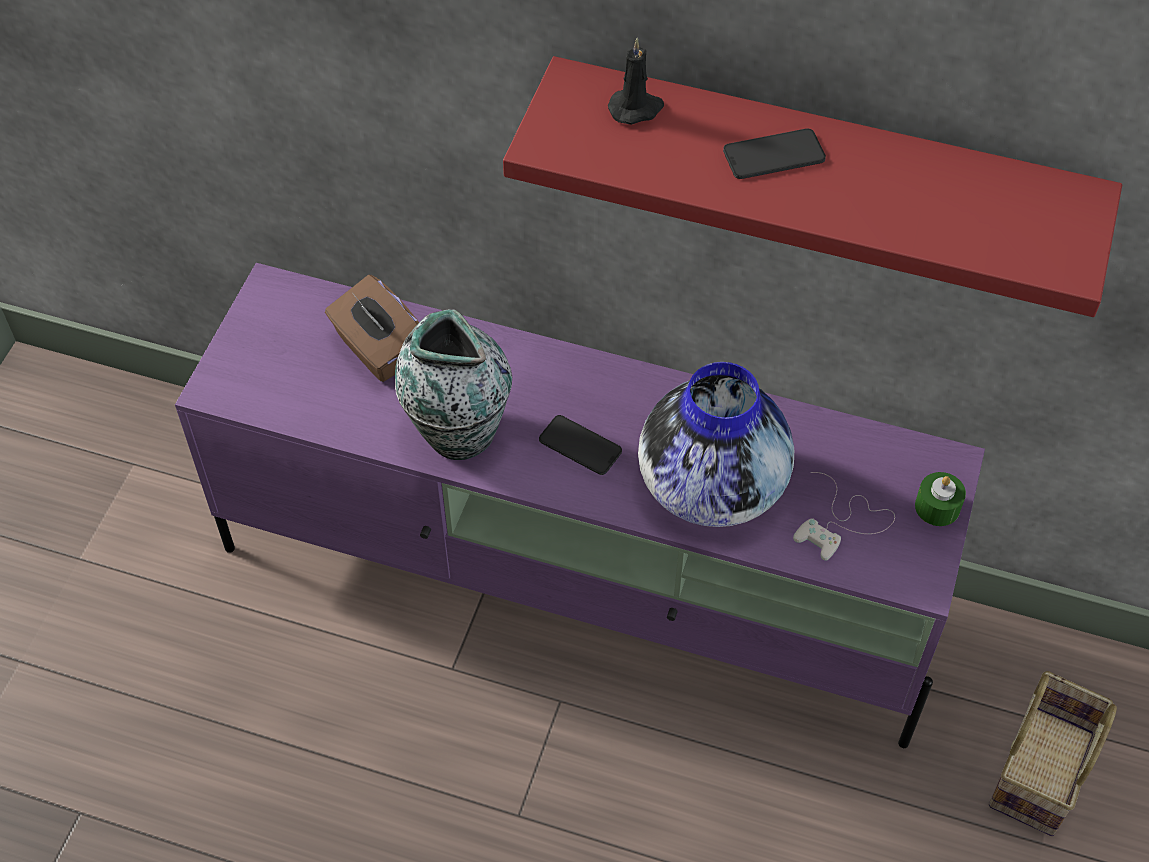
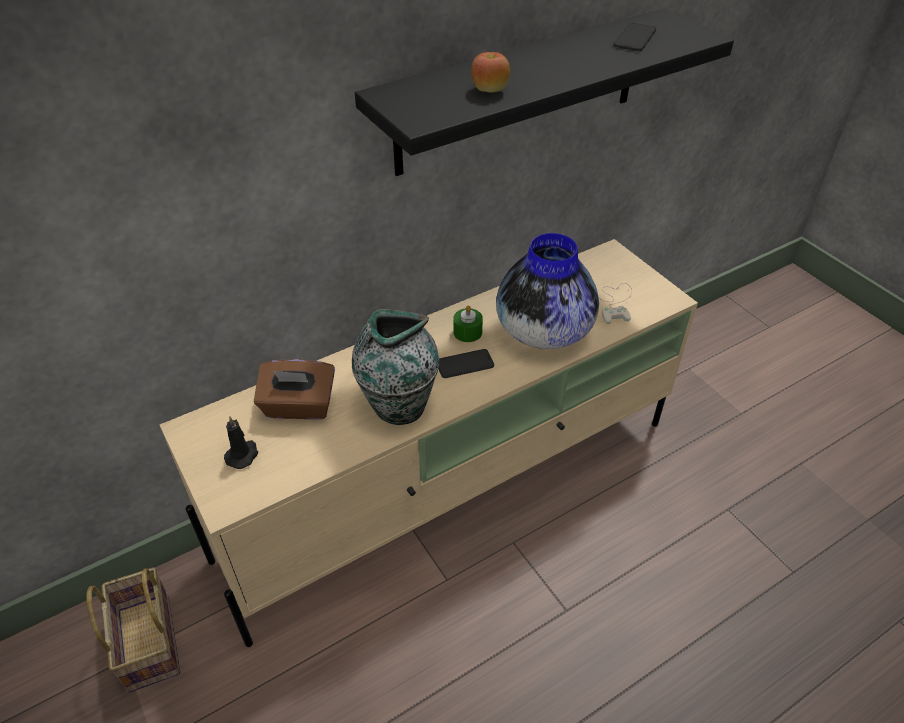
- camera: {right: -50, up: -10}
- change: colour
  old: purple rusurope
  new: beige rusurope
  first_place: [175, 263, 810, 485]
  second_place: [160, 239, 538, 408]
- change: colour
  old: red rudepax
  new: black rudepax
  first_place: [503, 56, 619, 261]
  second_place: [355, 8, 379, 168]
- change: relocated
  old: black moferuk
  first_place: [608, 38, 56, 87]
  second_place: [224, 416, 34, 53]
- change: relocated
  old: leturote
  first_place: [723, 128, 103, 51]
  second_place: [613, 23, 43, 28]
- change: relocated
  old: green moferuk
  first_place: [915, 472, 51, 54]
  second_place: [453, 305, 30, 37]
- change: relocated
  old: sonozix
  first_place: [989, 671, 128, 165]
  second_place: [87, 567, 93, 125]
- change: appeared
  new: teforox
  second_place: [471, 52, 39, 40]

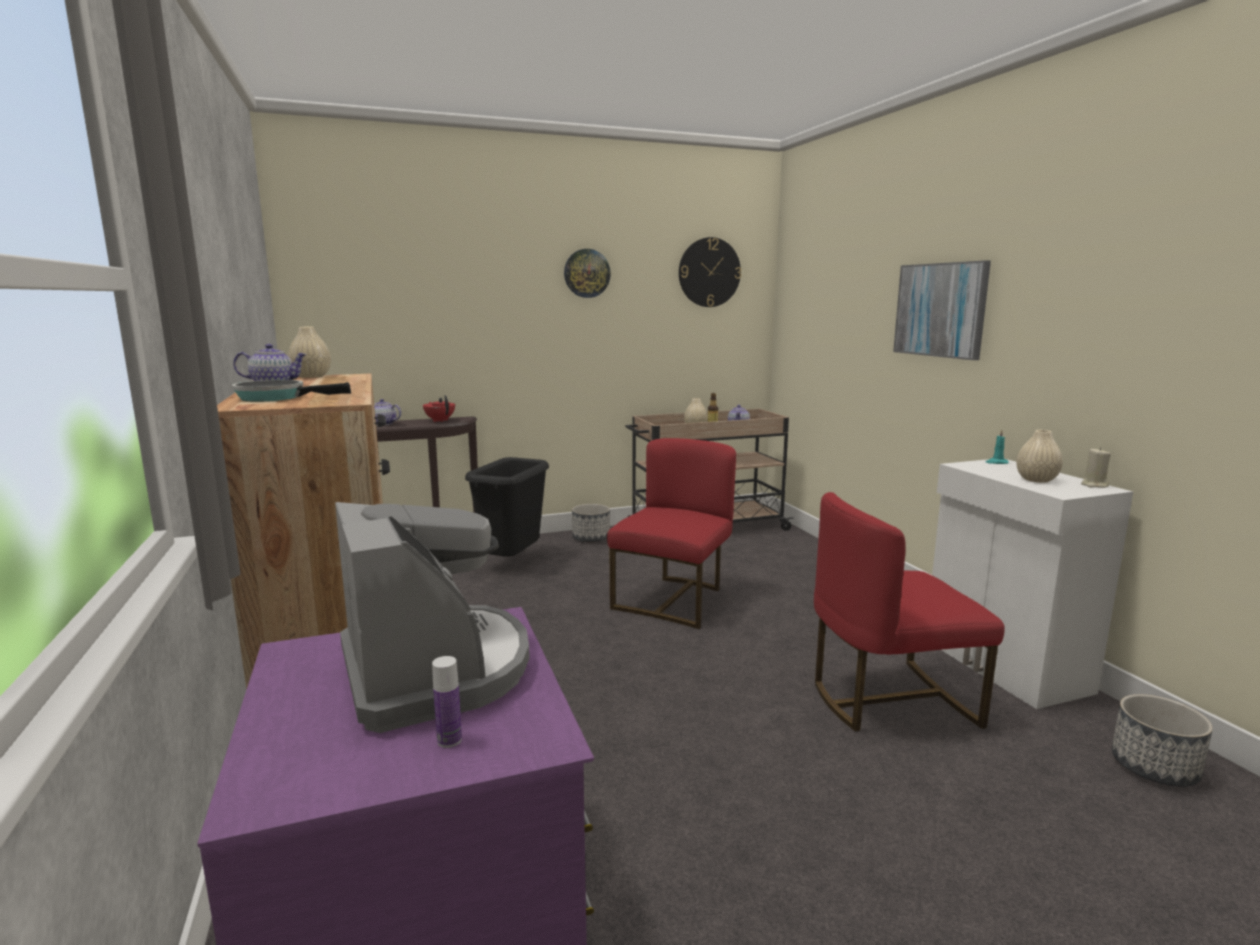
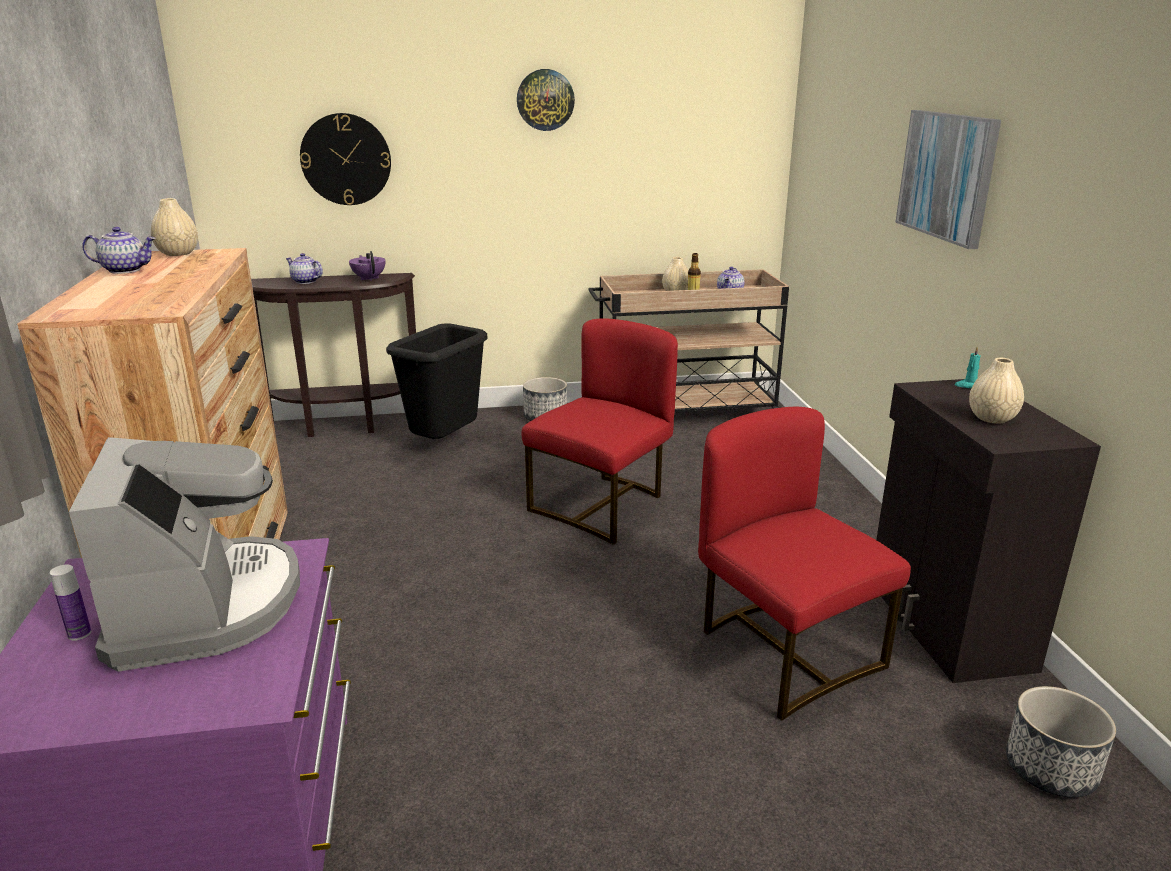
- camera: {right: 10, up: 10}
- change: missing
  old: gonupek
  first_place: [232, 380, 119, 22]
- change: colour
  old: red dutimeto
  new: purple dutimeto
  first_place: [423, 395, 32, 27]
  second_place: [349, 251, 37, 30]
- change: relocated
  old: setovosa
  first_place: [432, 656, 30, 92]
  second_place: [50, 564, 41, 77]
- change: relocated
  old: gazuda
  first_place: [679, 237, 62, 70]
  second_place: [300, 113, 91, 92]
- change: spun
  old: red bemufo
  first_place: [814, 492, 191, 240]
  second_place: [698, 407, 213, 314]
  degrees: 60
- change: colour
  old: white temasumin
  new: black temasumin
  first_place: [932, 459, 201, 250]
  second_place: [876, 379, 225, 304]
- change: missing
  old: beige moferuk
  first_place: [1081, 447, 30, 41]

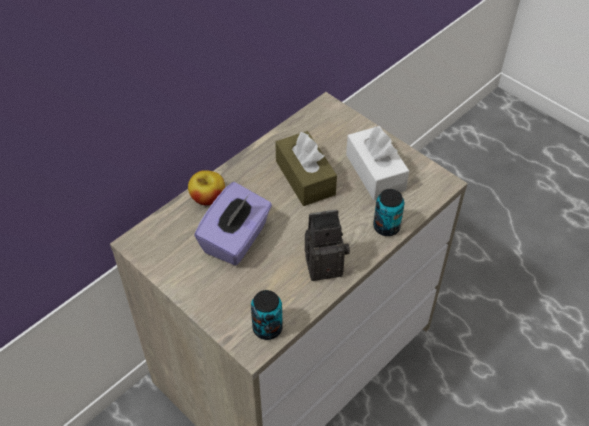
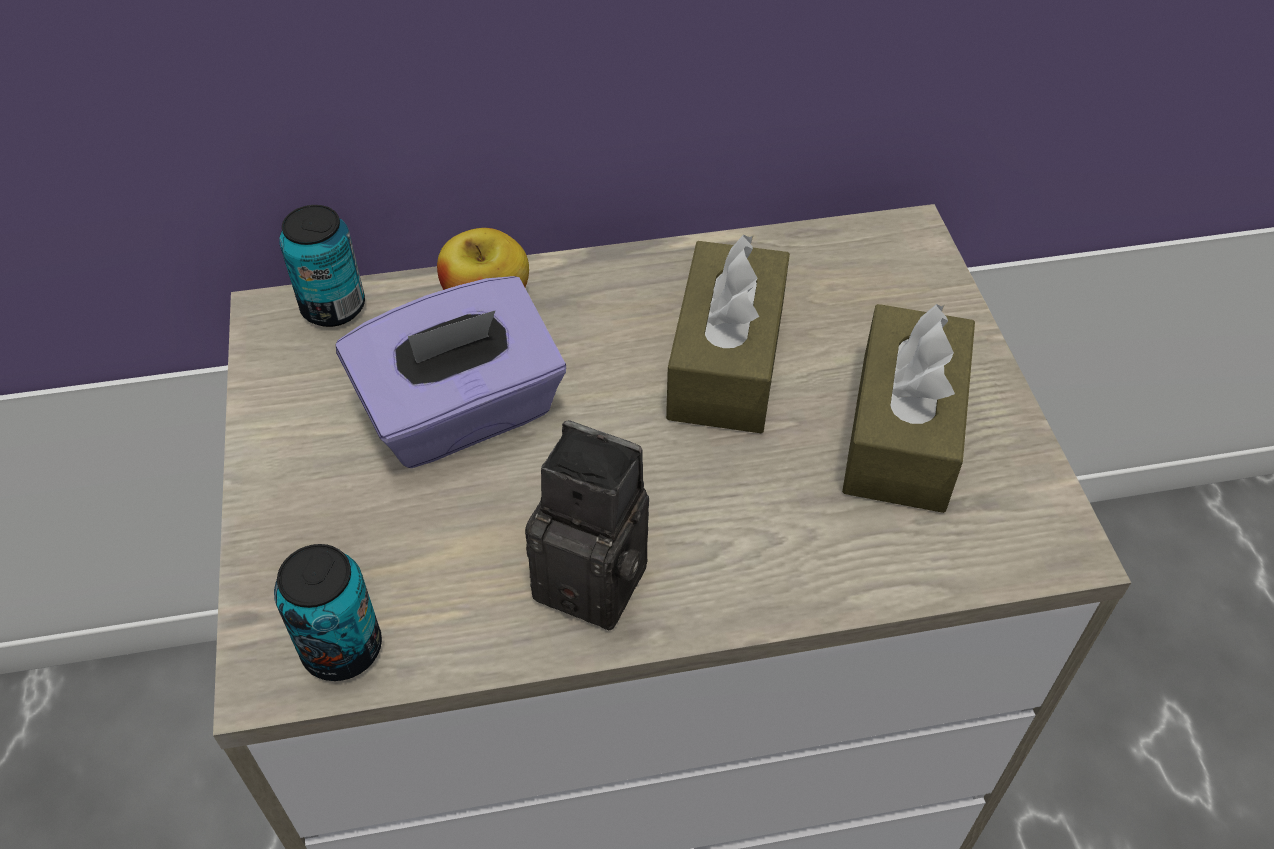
- camera: {right: 35, up: 0}
- change: colour
  old: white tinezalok
  new: brown tinezalok
  first_place: [346, 125, 63, 75]
  second_place: [842, 304, 133, 209]
- change: relocated
  old: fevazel
  first_place: [373, 189, 31, 47]
  second_place: [279, 205, 86, 122]

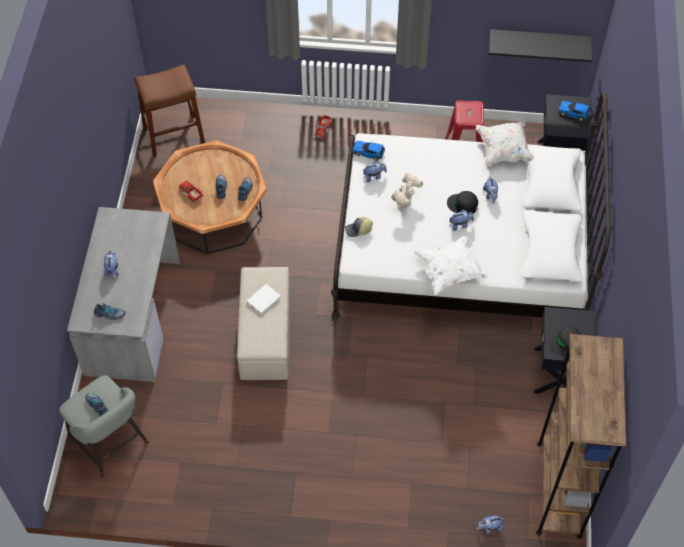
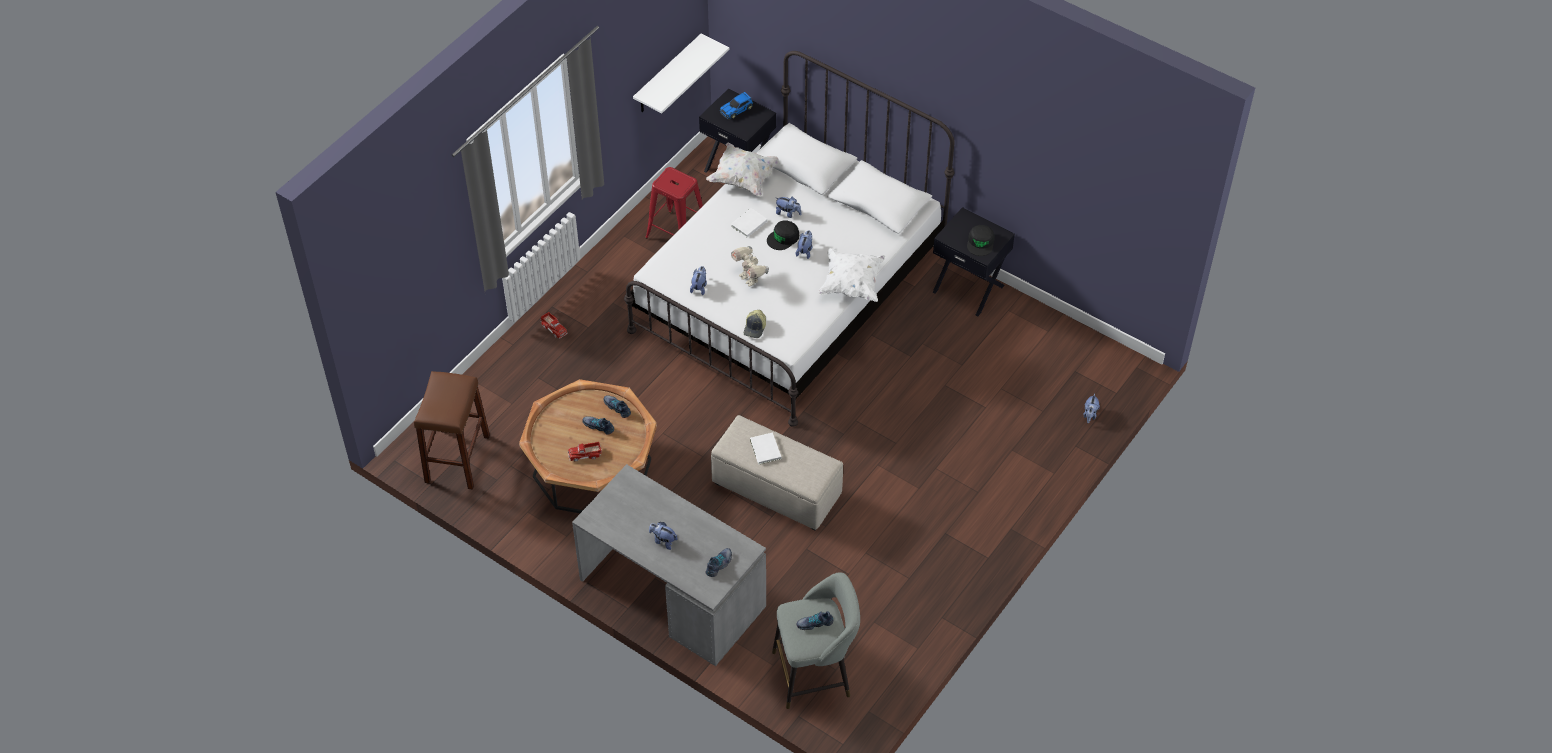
- camera: {right: -60, up: -5}
- change: missing
  old: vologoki
  first_place: [353, 141, 32, 20]
- change: colour
  old: black rudepax
  new: white rudepax
  first_place: [489, 29, 103, 33]
  second_place: [633, 33, 97, 80]
- change: missing
  old: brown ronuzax
  first_place: [536, 334, 90, 205]
- change: appeared
  new: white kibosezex
  second_place: [731, 208, 36, 29]

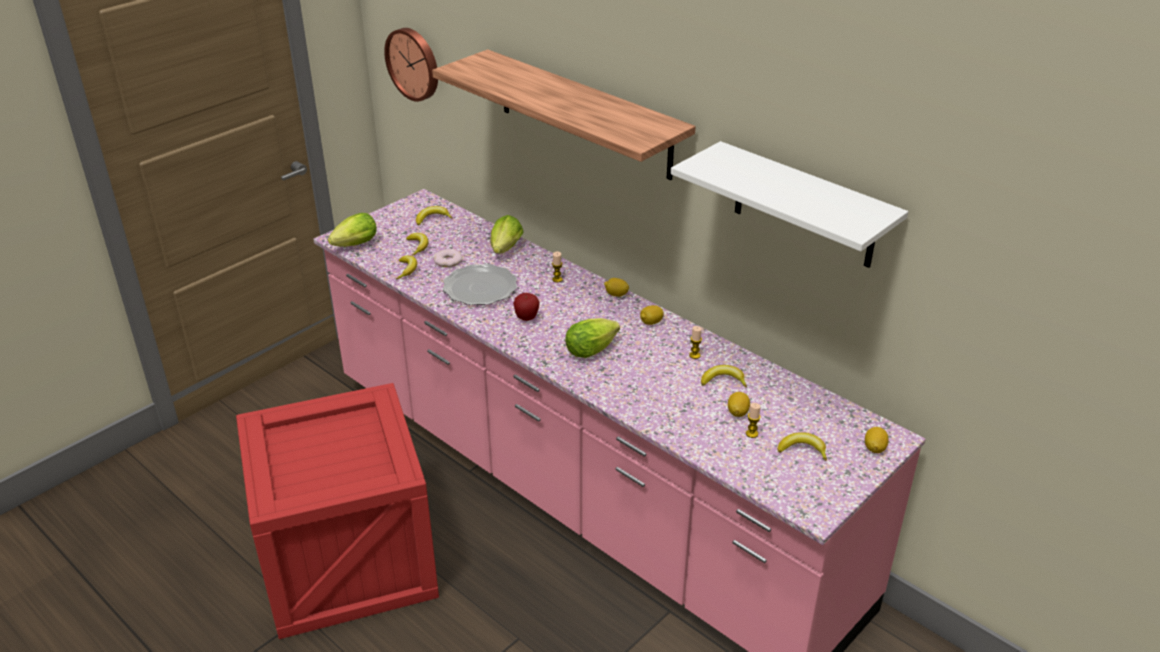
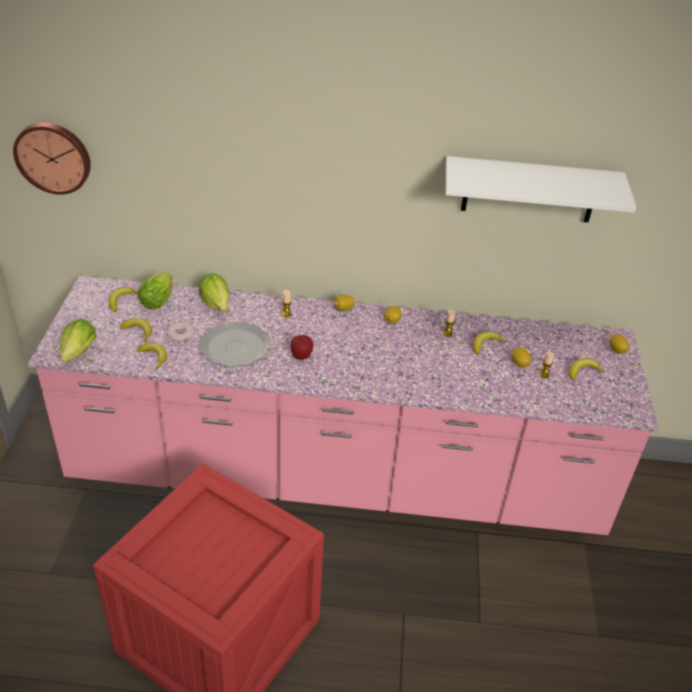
- camera: {right: -40, up: 5}
- change: missing
  old: rudepax
  first_place: [432, 49, 264, 131]
- change: relocated
  old: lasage
  first_place: [565, 318, 55, 40]
  second_place: [137, 272, 35, 37]

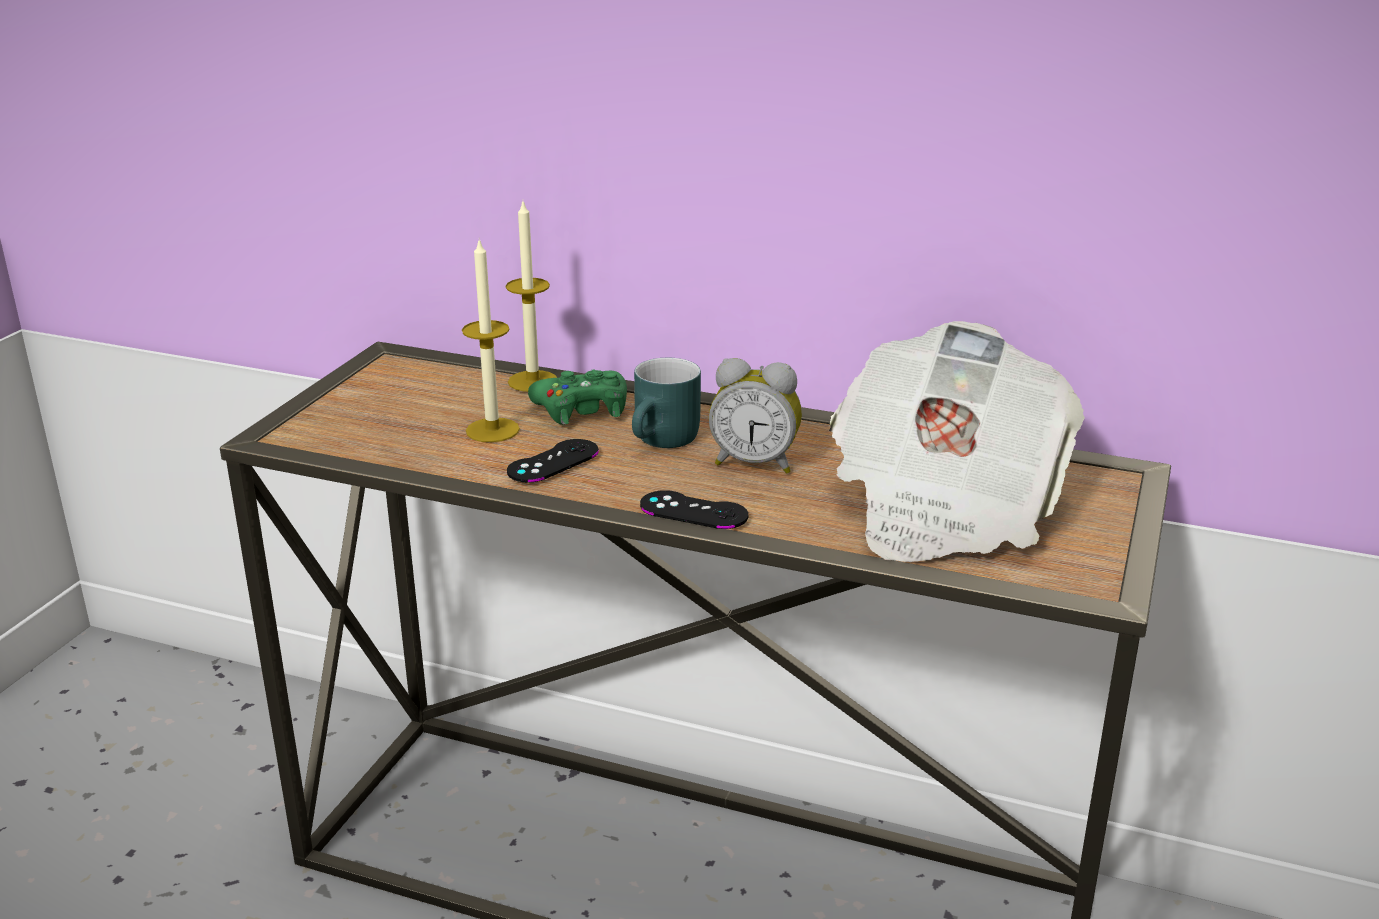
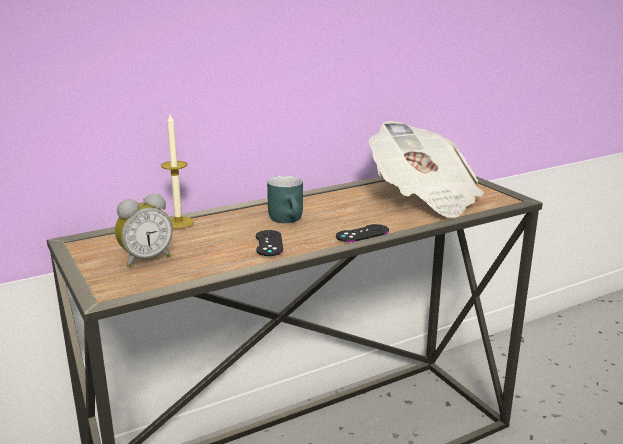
- camera: {right: -50, up: -5}
- change: missing
  old: moferuk
  first_place: [462, 239, 58, 203]
- change: missing
  old: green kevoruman
  first_place: [528, 369, 99, 56]
- change: relocated
  old: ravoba
  first_place: [709, 358, 93, 116]
  second_place: [115, 193, 58, 75]

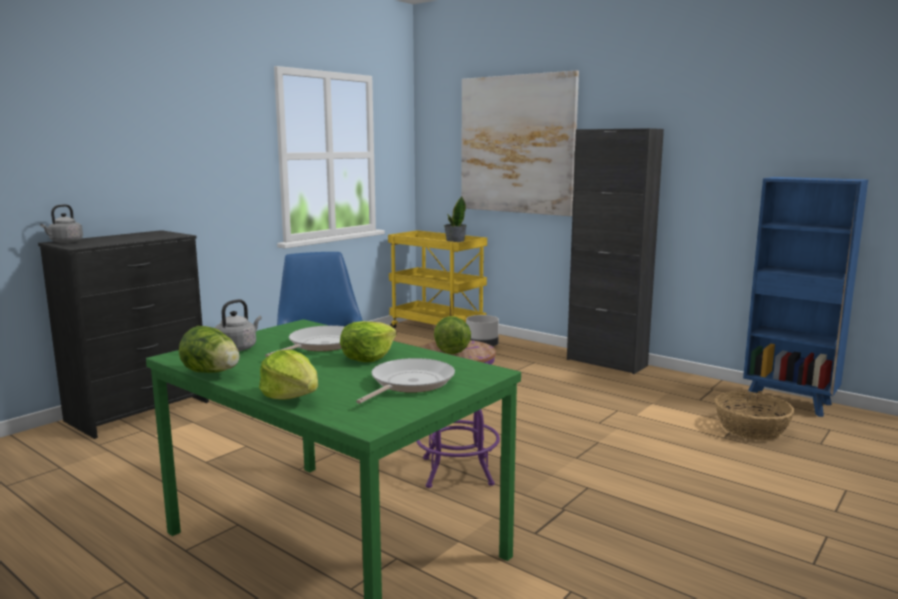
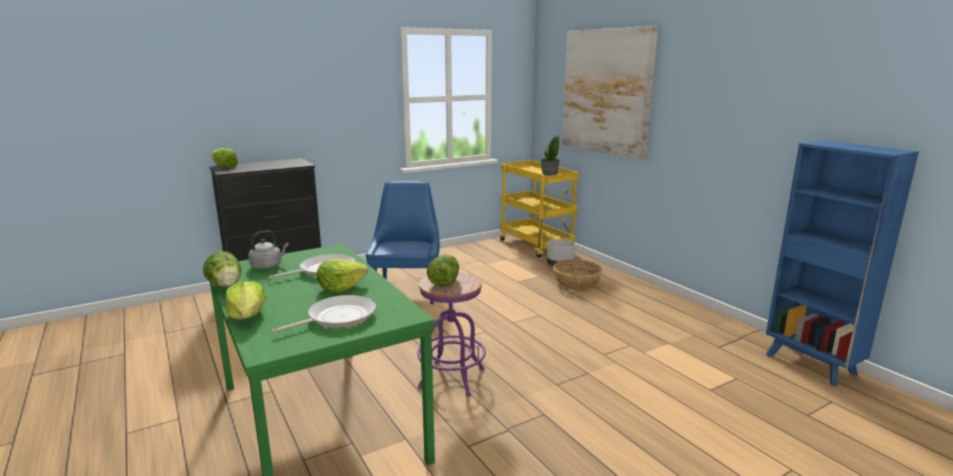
- camera: {right: 20, up: 5}
- change: exchanged
  old: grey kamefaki
  new: lasage
  first_place: [40, 204, 43, 39]
  second_place: [212, 148, 26, 20]
- change: missing
  old: black temasumin
  first_place: [567, 128, 97, 246]
- change: relocated
  old: sonozix
  first_place: [715, 391, 80, 49]
  second_place: [553, 259, 49, 32]

